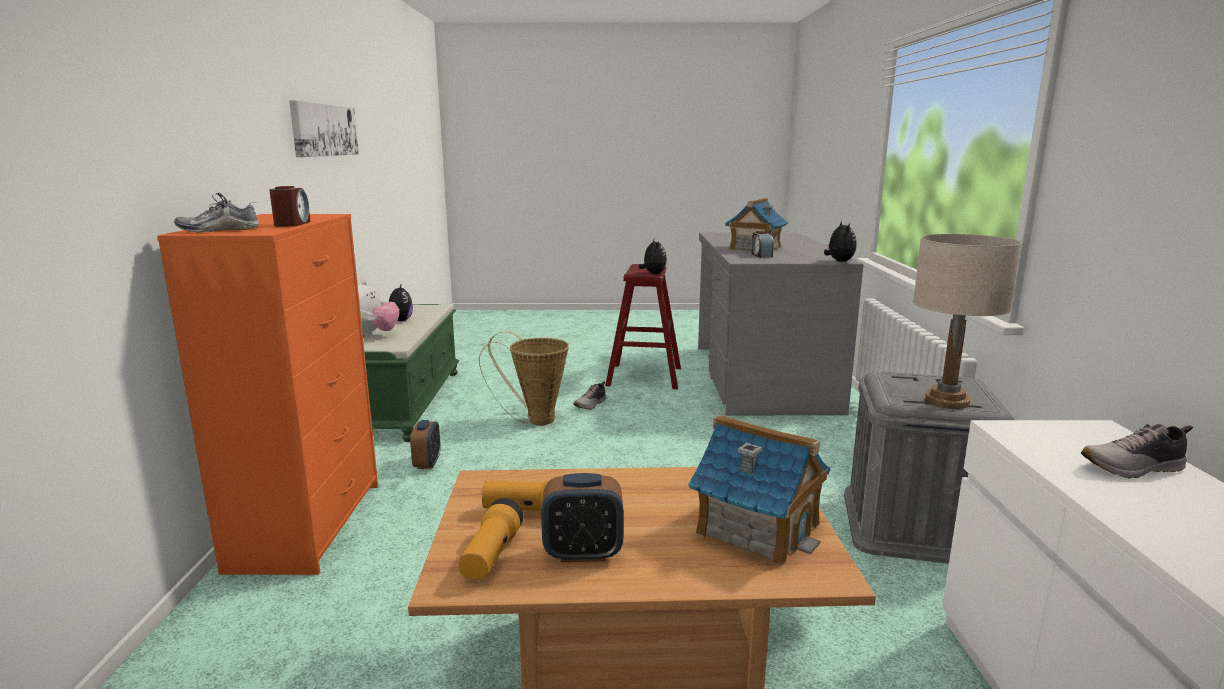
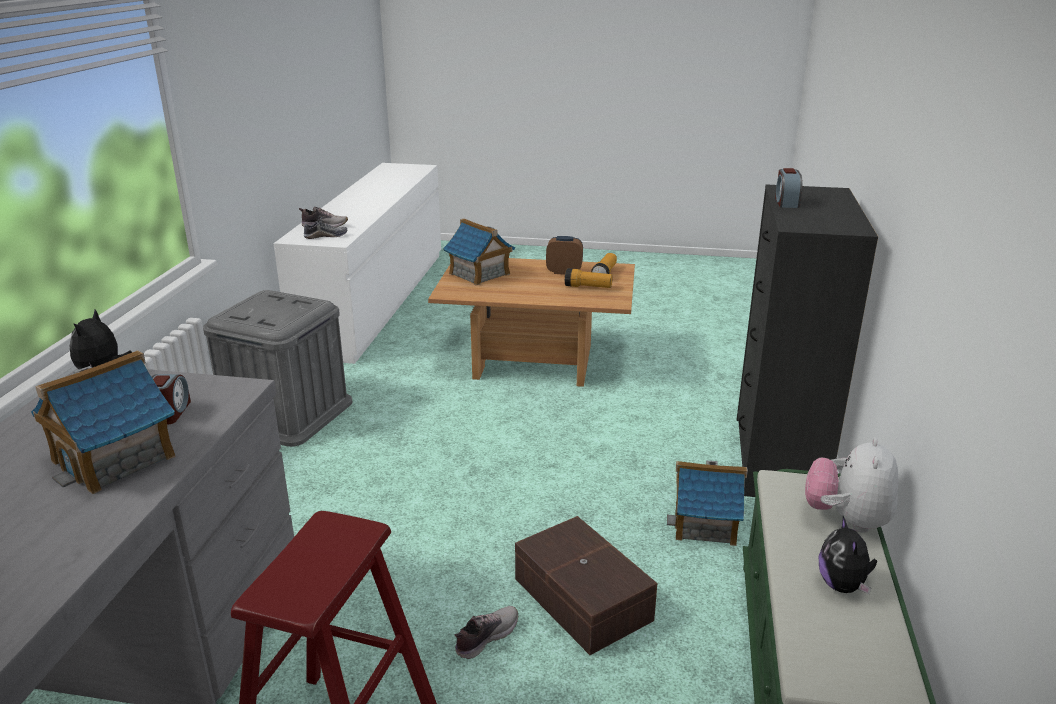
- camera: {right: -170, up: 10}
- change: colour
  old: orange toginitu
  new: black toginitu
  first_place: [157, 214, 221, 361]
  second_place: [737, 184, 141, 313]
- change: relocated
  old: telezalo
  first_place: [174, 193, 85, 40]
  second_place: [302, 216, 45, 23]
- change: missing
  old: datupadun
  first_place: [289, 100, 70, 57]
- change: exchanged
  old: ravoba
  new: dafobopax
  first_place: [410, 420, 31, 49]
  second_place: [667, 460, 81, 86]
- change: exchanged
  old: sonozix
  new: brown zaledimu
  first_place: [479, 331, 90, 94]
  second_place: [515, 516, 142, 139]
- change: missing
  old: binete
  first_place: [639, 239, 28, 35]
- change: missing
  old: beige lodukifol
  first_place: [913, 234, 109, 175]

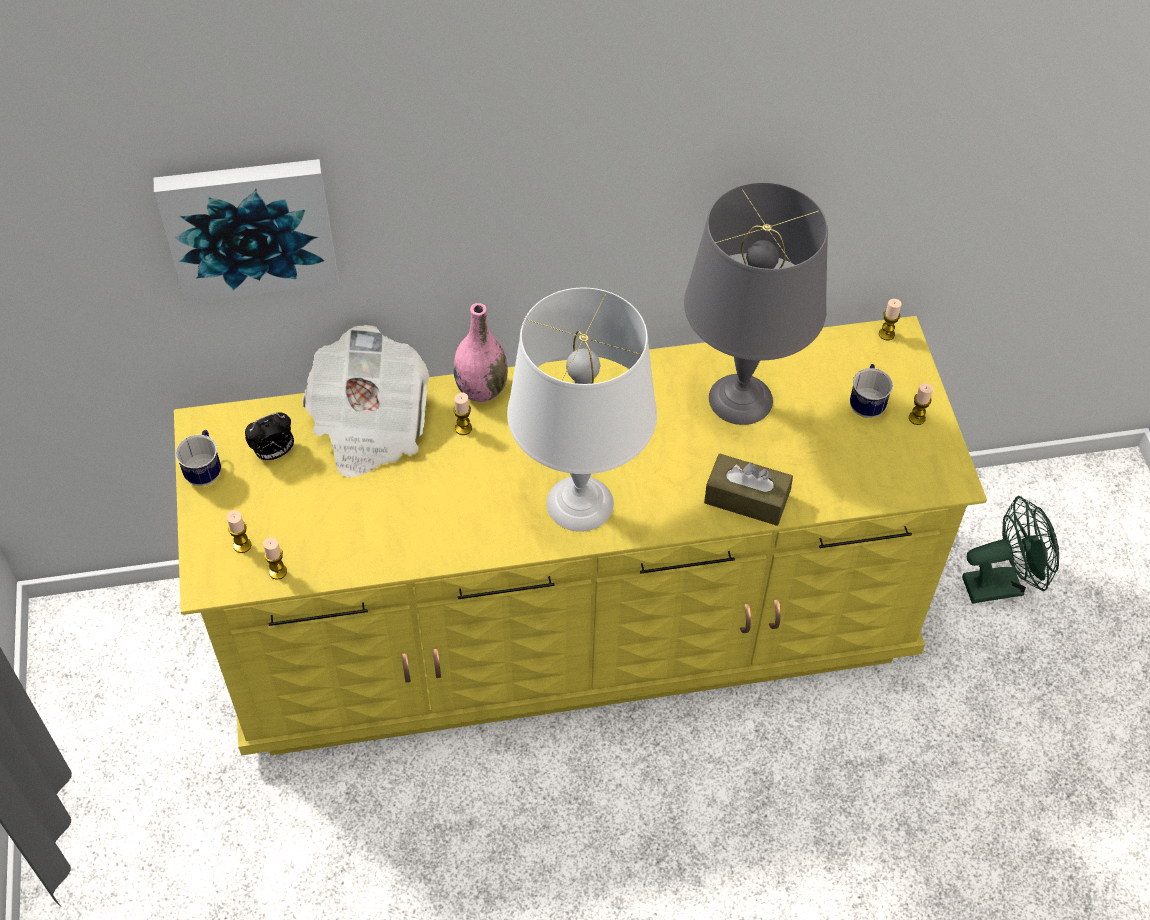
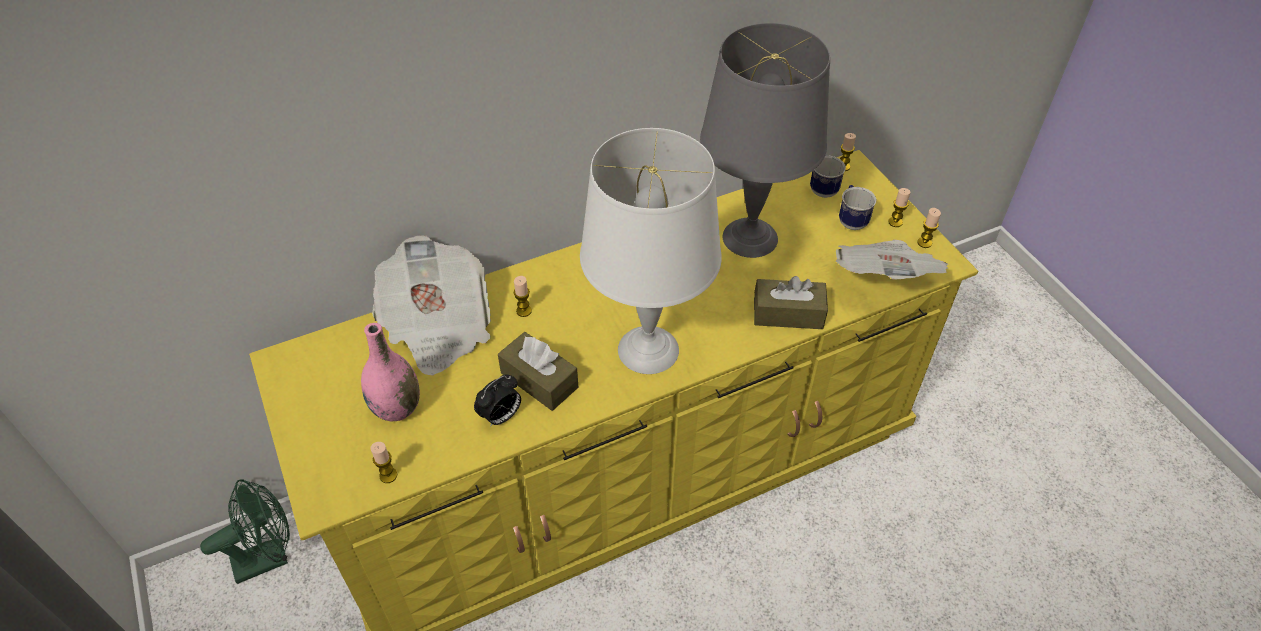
- camera: {right: -15, up: -5}
- change: missing
  old: datupadun
  first_place: [154, 159, 185, 143]
- change: relocated
  old: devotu
  first_place: [175, 430, 46, 56]
  second_place: [810, 156, 36, 42]
- change: relocated
  old: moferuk
  first_place: [227, 510, 24, 43]
  second_place: [917, 208, 24, 40]
- change: relocated
  old: ravoba
  first_place: [245, 412, 49, 49]
  second_place: [474, 375, 47, 52]
- change: relocated
  old: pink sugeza
  first_place: [454, 303, 54, 99]
  second_place: [361, 323, 59, 98]
- change: relocated
  old: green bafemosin
  first_place: [962, 496, 97, 108]
  second_place: [200, 479, 90, 105]
- change: appeared
  new: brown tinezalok
  second_place: [498, 332, 80, 79]
- change: appeared
  new: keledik
  second_place: [836, 240, 112, 39]

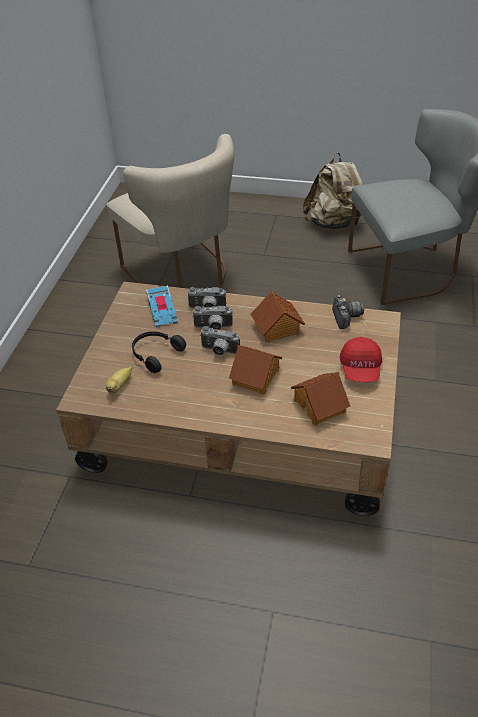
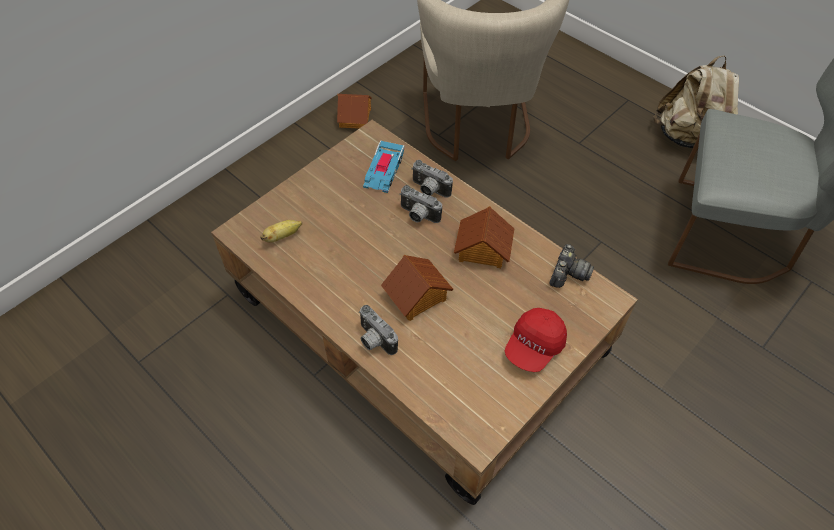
- camera: {right: 30, up: 10}
- change: missing
  old: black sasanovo
  first_place: [132, 331, 54, 42]
- change: relocated
  old: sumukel
  first_place: [200, 326, 40, 30]
  second_place: [359, 305, 39, 50]
- change: relocated
  old: dafobopax
  first_place: [291, 372, 59, 53]
  second_place: [337, 94, 35, 35]

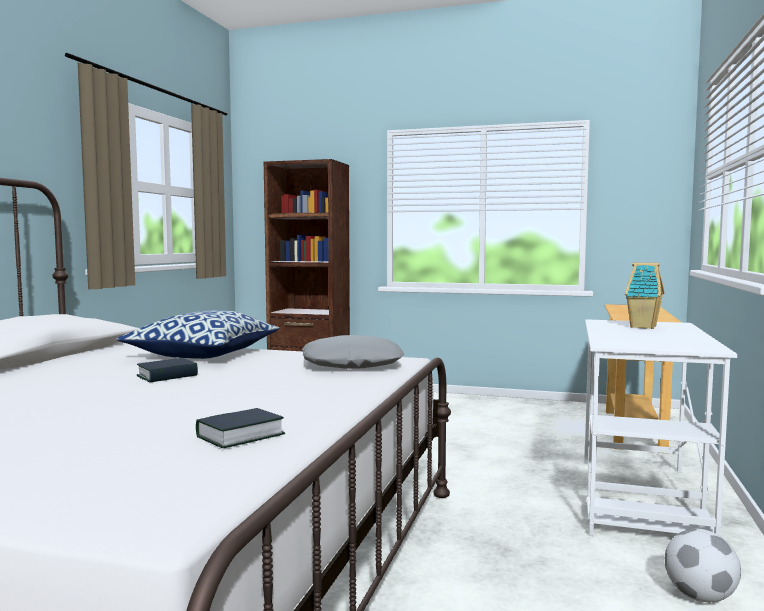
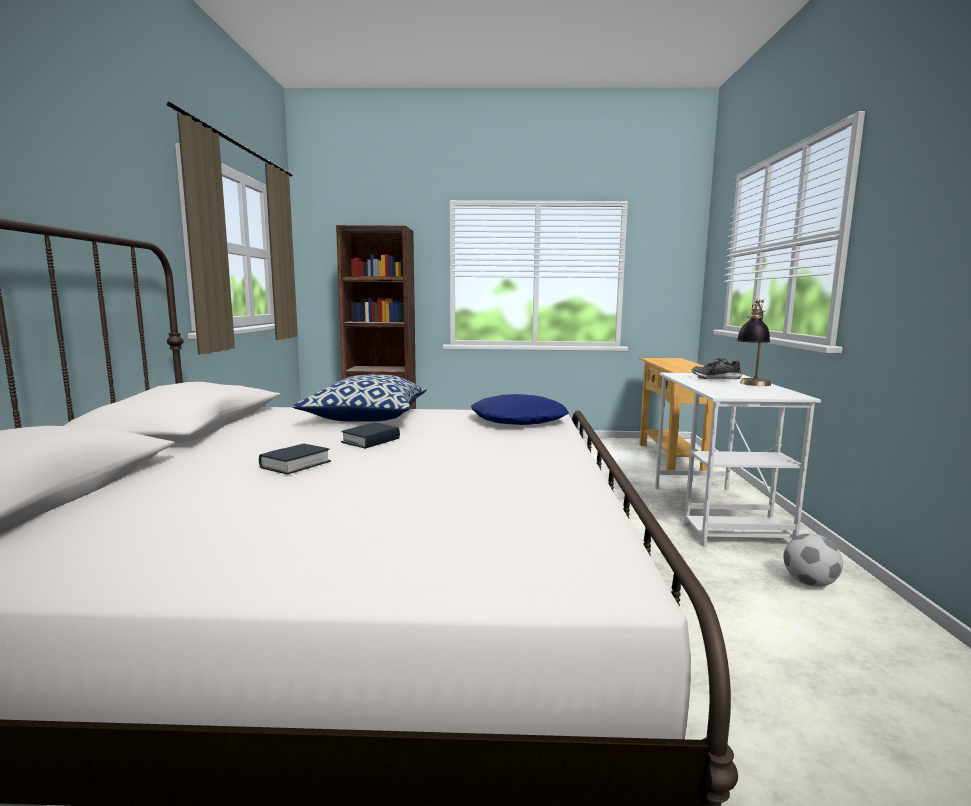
- camera: {right: -15, up: 5}
- change: relocated
  old: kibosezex
  first_place: [196, 408, 90, 40]
  second_place: [259, 444, 72, 30]
- change: colour
  old: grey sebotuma
  new: blue sebotuma
  first_place: [302, 335, 103, 34]
  second_place: [471, 394, 98, 31]
- change: exchanged
  old: dafobopax
  new: telezalo
  first_place: [625, 262, 39, 67]
  second_place: [692, 358, 50, 22]
- change: appeared
  new: lodukifol
  second_place: [736, 299, 35, 87]

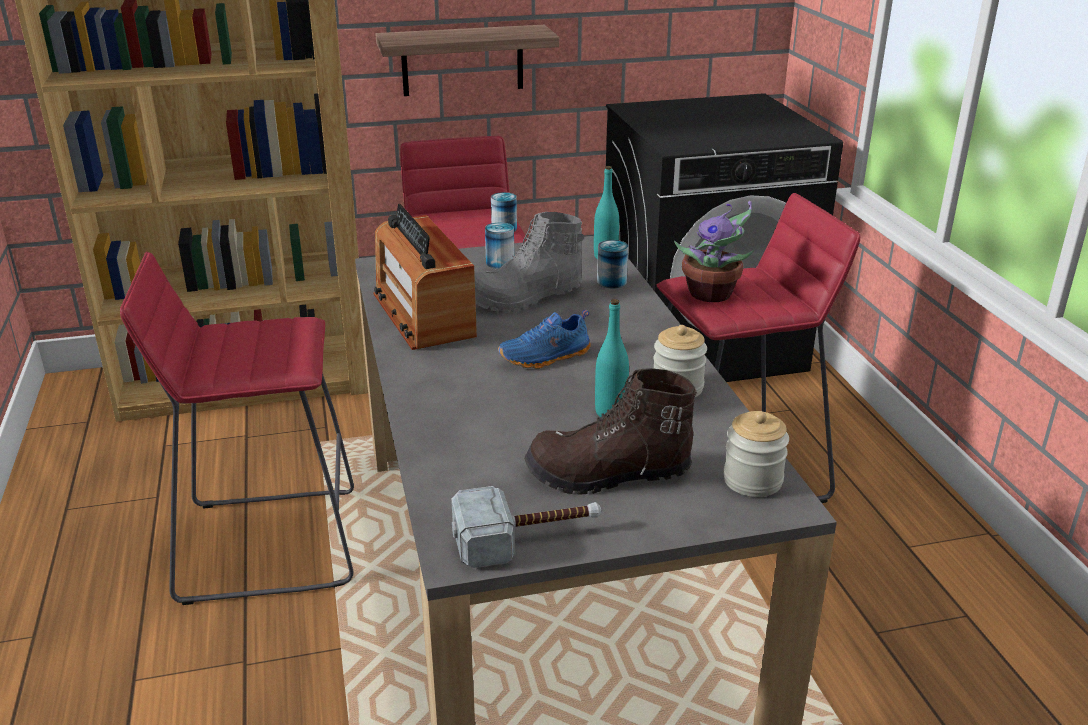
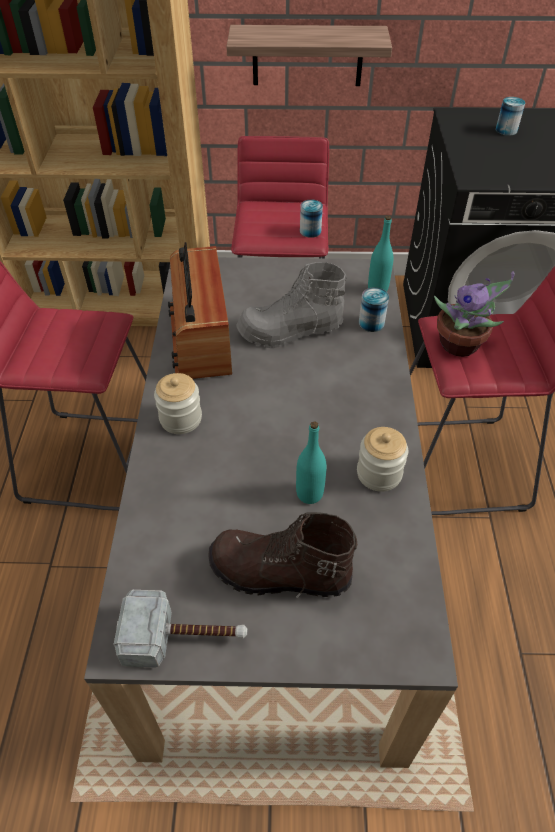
- camera: {right: 15, up: 20}
- change: relocated
  old: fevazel
  first_place: [485, 222, 29, 47]
  second_place: [496, 97, 29, 39]
- change: missing
  old: blue telezalo
  first_place: [498, 310, 93, 59]
- change: relocated
  old: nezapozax
  first_place: [723, 411, 66, 86]
  second_place: [154, 373, 48, 61]

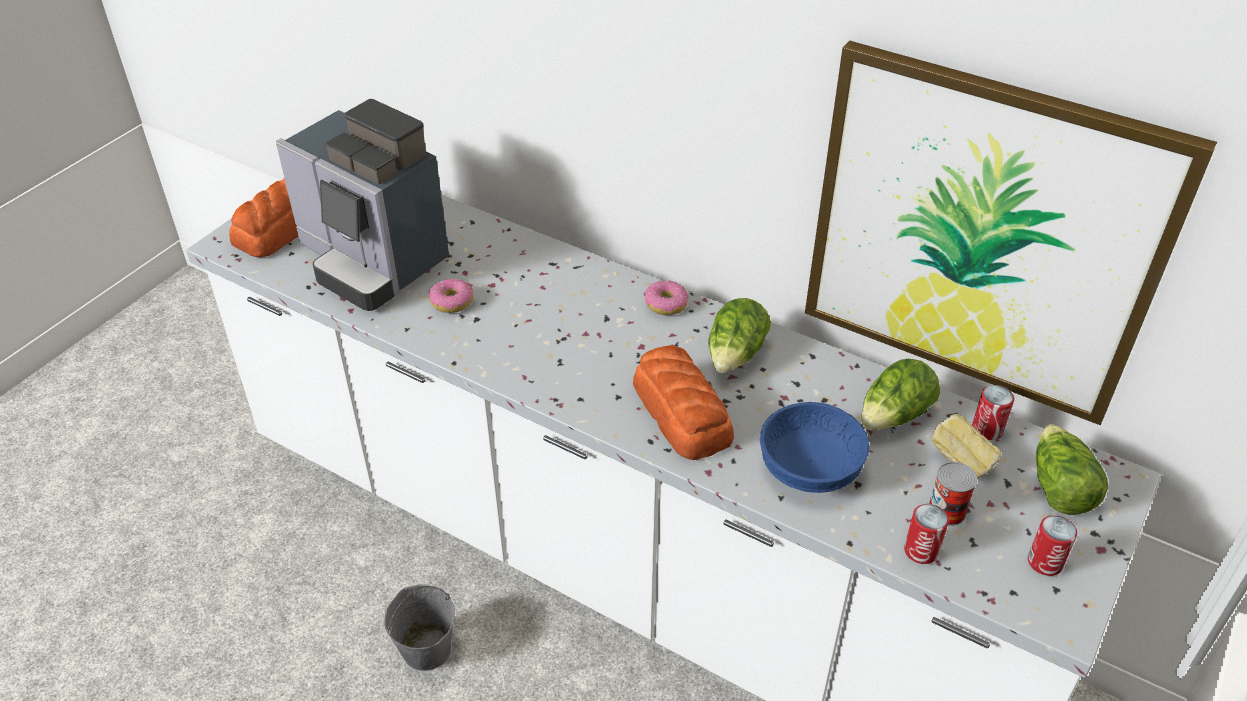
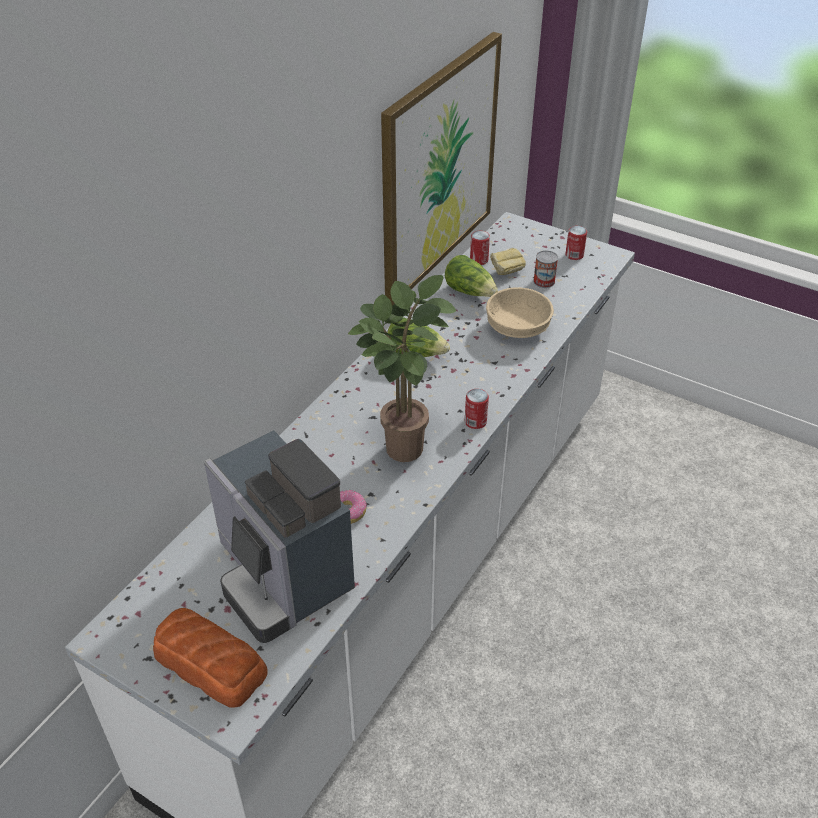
- camera: {right: -90, up: 0}
- change: spun
  old: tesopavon
  first_place: [276, 99, 173, 212]
  second_place: [204, 430, 151, 213]
  degrees: 105
- change: missing
  old: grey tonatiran
  first_place: [384, 584, 71, 87]
- change: missing
  old: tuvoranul
  first_place: [633, 345, 101, 115]
- change: missing
  old: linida
  first_place: [645, 280, 44, 35]
- change: colour
  old: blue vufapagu
  new: beige vufapagu
  first_place: [760, 402, 110, 91]
  second_place: [486, 287, 68, 51]
- change: relocated
  old: fevazel
  first_place: [904, 504, 45, 60]
  second_place: [465, 389, 24, 40]
- change: missing
  old: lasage
  first_place: [1036, 424, 72, 91]
- change: appeared
  new: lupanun
  second_place: [348, 275, 108, 187]

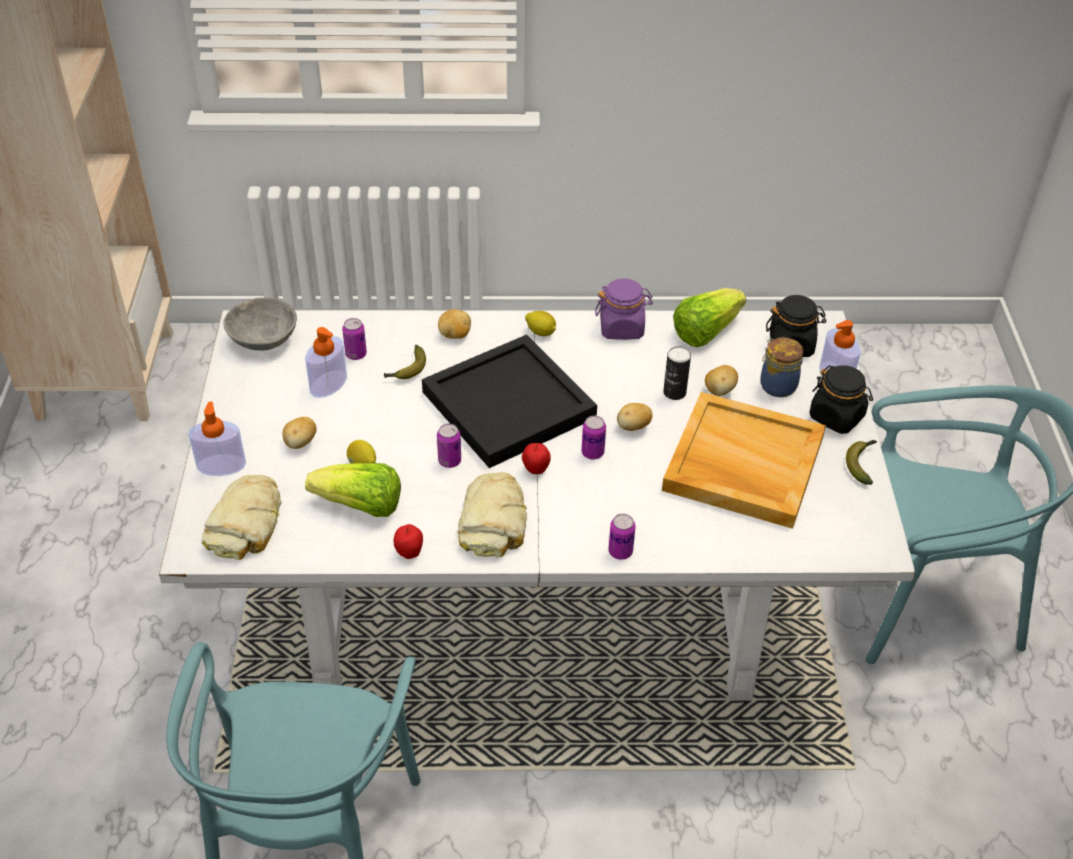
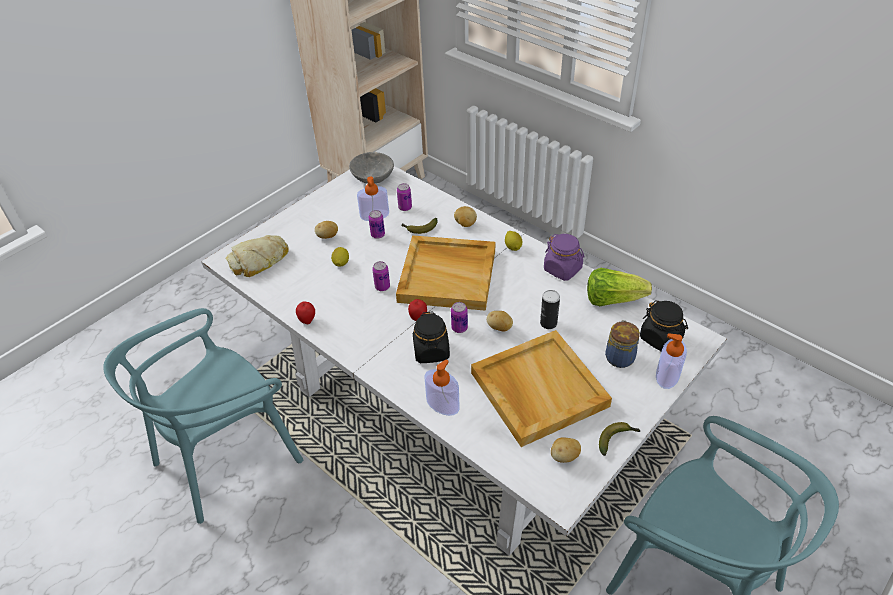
- camera: {right: 45, up: 0}
- change: relocated
  old: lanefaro
  first_place: [188, 402, 58, 74]
  second_place: [424, 360, 36, 56]
- change: missing
  old: lasage
  first_place: [305, 463, 96, 54]
- change: colour
  old: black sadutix
  new: beige sadutix
  first_place: [422, 334, 175, 134]
  second_place: [396, 235, 99, 76]
- change: missing
  old: tuvoranul
  first_place: [458, 472, 69, 85]
- change: relocated
  old: fevazel
  first_place: [608, 514, 28, 46]
  second_place: [368, 210, 17, 29]
- change: relocated
  old: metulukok
  first_place: [705, 365, 33, 31]
  second_place: [551, 437, 30, 26]
- change: relocated
  old: black nezapozax
  first_place: [809, 365, 64, 69]
  second_place: [413, 311, 37, 52]

